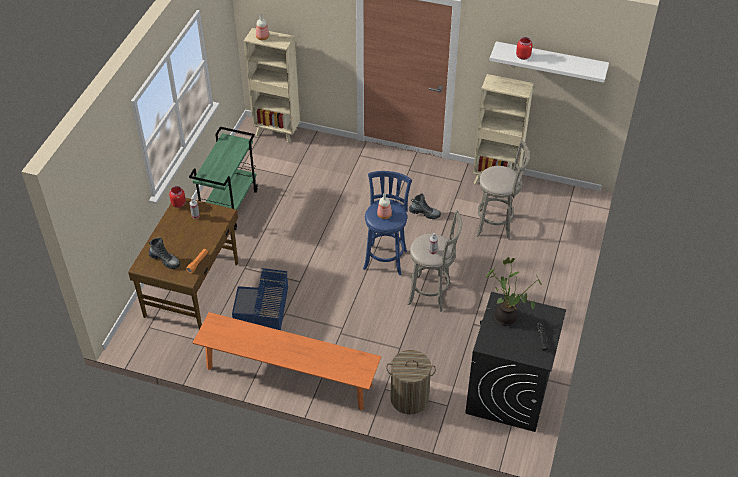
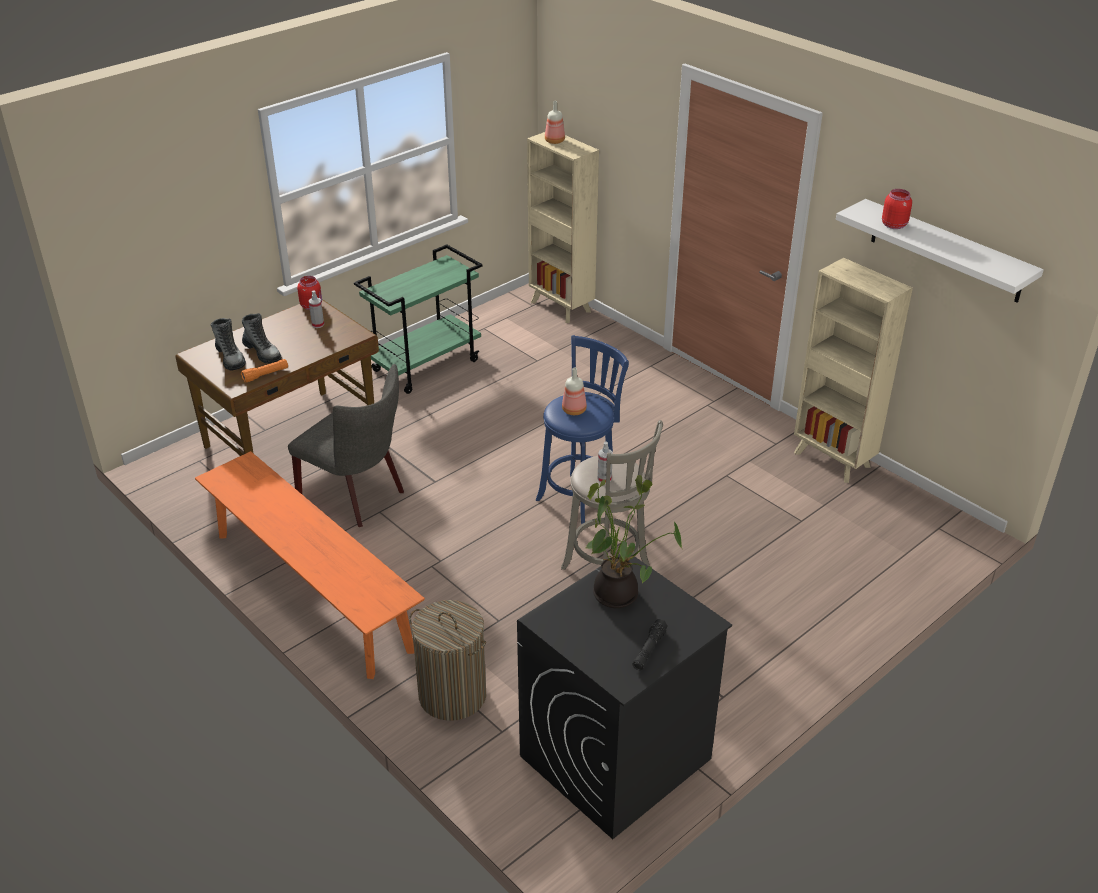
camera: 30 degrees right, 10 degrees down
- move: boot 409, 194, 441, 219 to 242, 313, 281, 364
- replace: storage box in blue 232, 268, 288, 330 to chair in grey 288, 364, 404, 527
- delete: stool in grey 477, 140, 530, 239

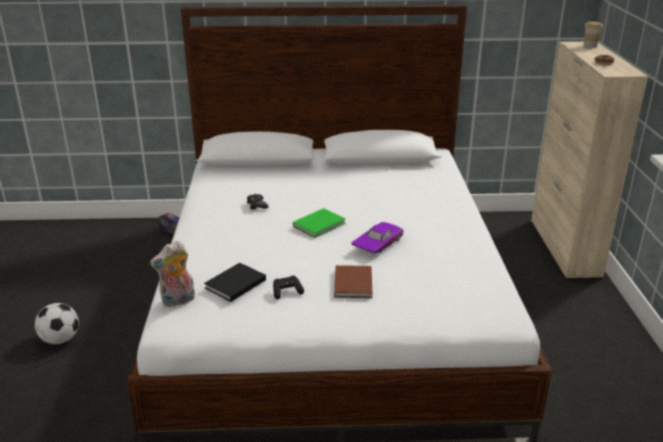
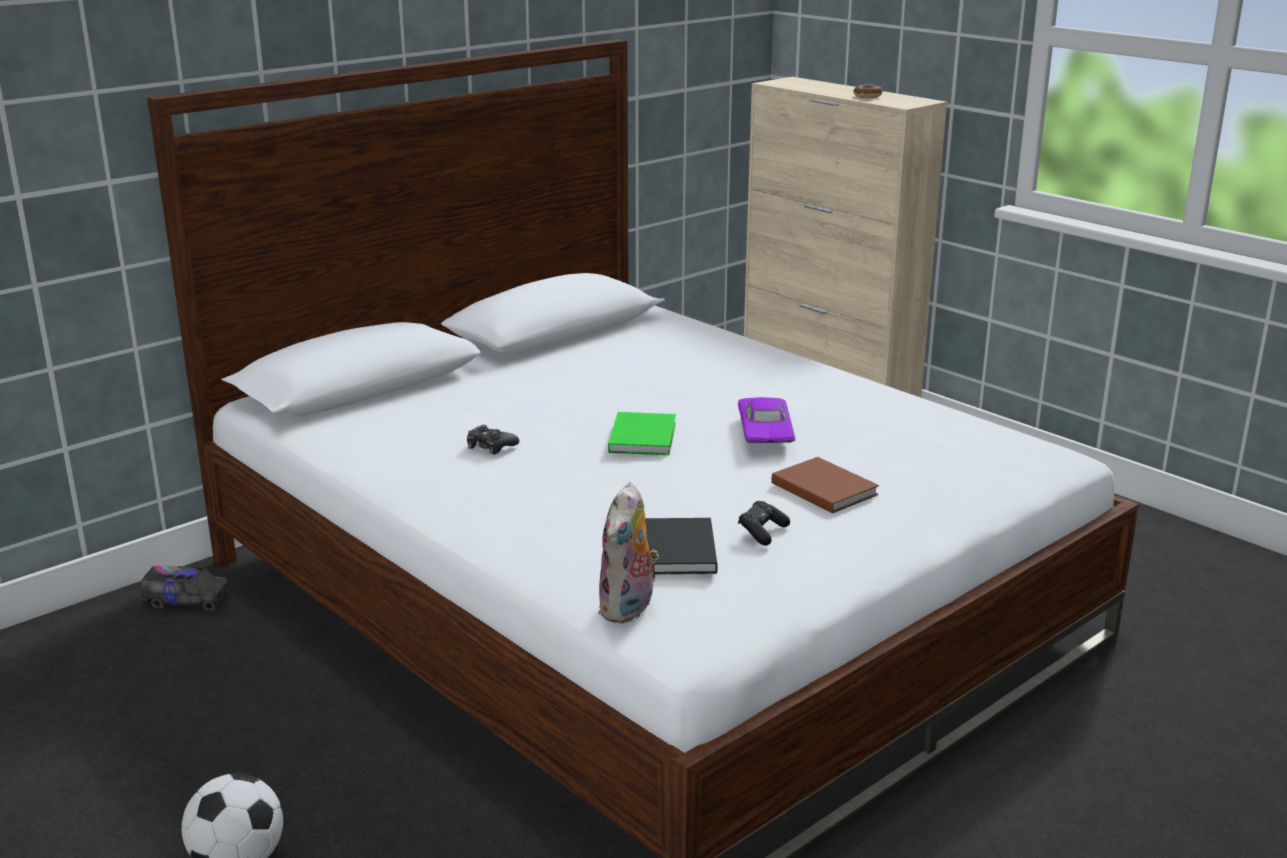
camera: 40 degrees left, 5 degrees down
- delete: cup 584, 21, 603, 48

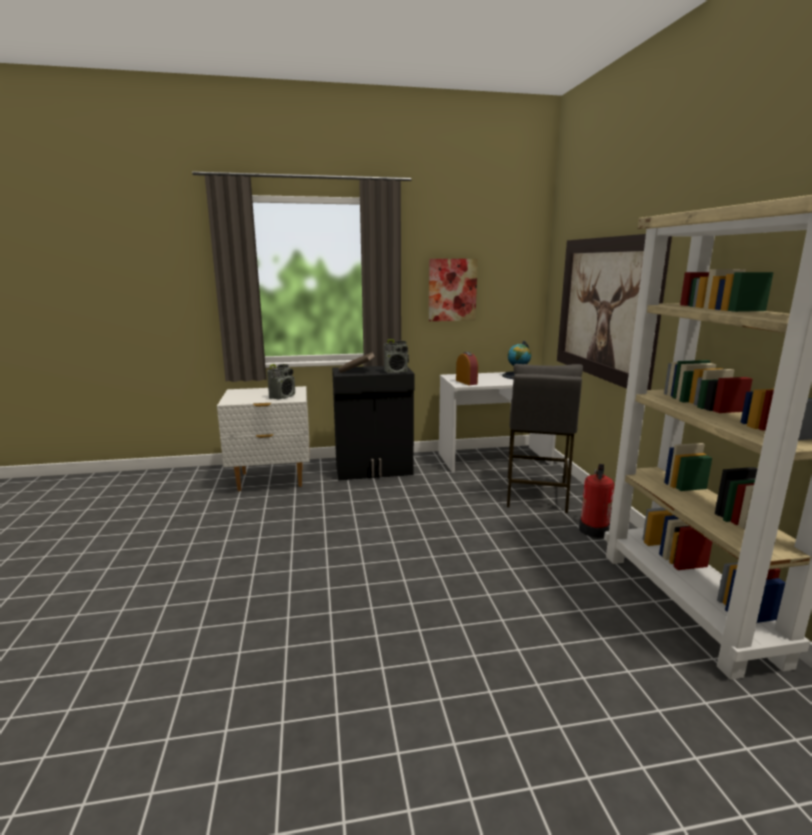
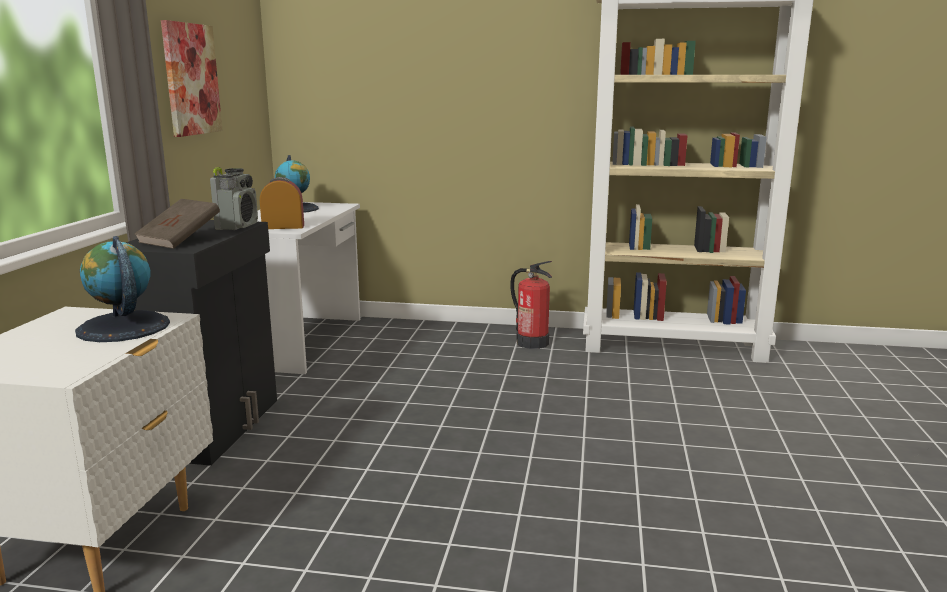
camera: 70 degrees left, 0 degrees up
- replace: radio 267, 364, 295, 400 to globe 75, 236, 170, 342
- delete: stool in grey 507, 364, 583, 513
- delete: picture 557, 234, 672, 390

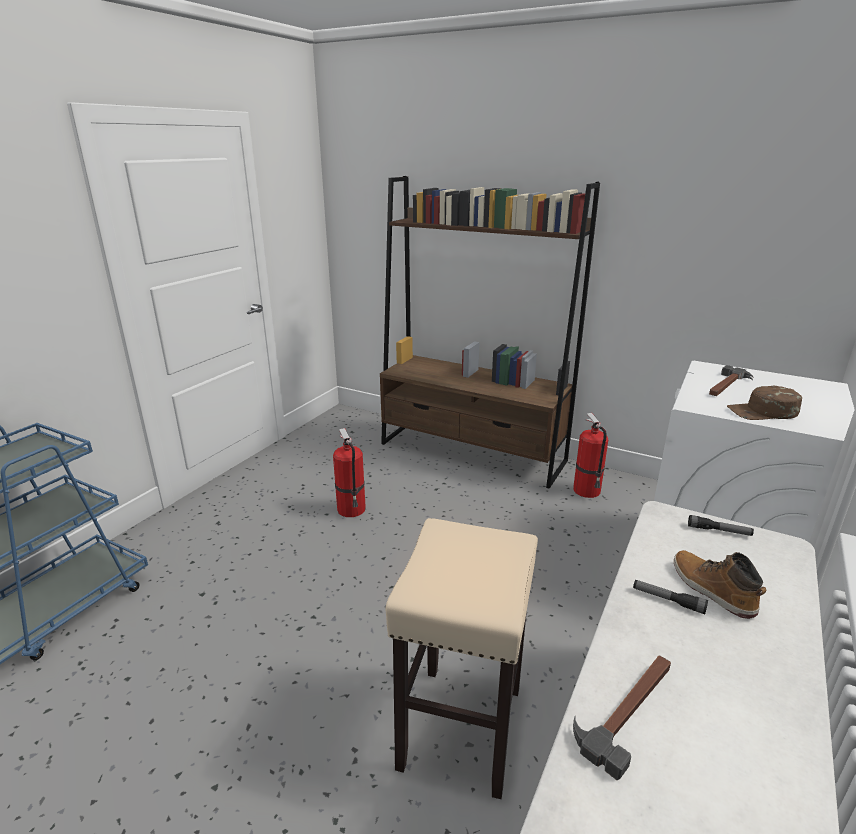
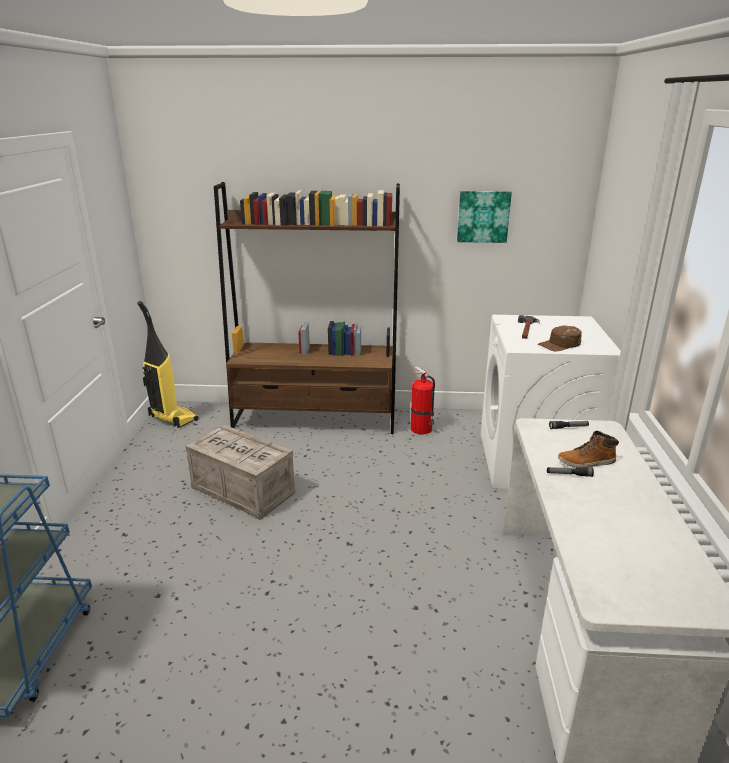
camera: 25 degrees left, 0 degrees up
- insert: vacuum cleaner 137, 301, 199, 428
- replace: fire extinguisher 333, 428, 366, 517 to crate 185, 425, 295, 520
- insert: picture 457, 191, 512, 243
- rotate: boot 674, 550, 767, 619 = 558, 431, 619, 468 45 degrees counterclockwise
- delete: stool in beige 386, 518, 538, 799
- delete: hammer 573, 655, 671, 780

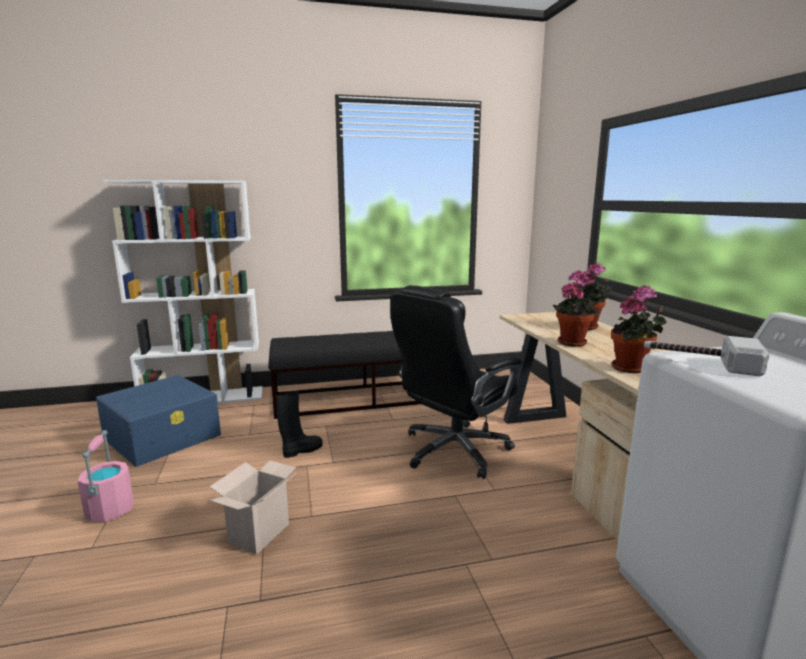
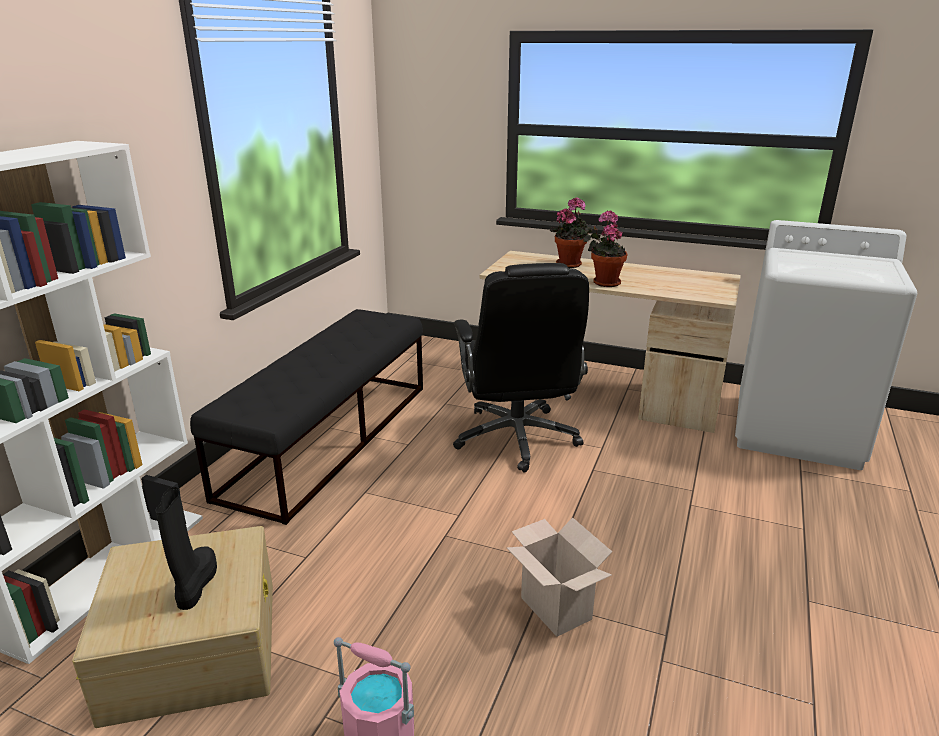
camera: 55 degrees left, 10 degrees up
- recolor: storage box in blue 96, 375, 221, 467 to storage box in beige 72, 526, 273, 728
- move: boot in black 277, 391, 323, 458 to 156, 487, 217, 610
- delete: potted plant 611, 285, 667, 373
- delete: hammer 644, 336, 769, 377

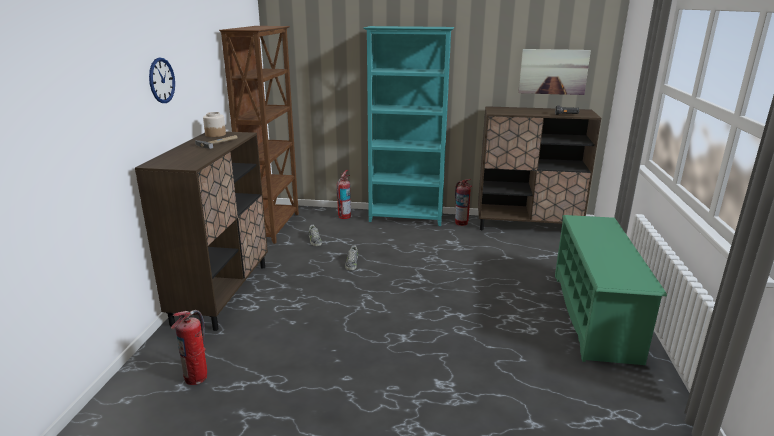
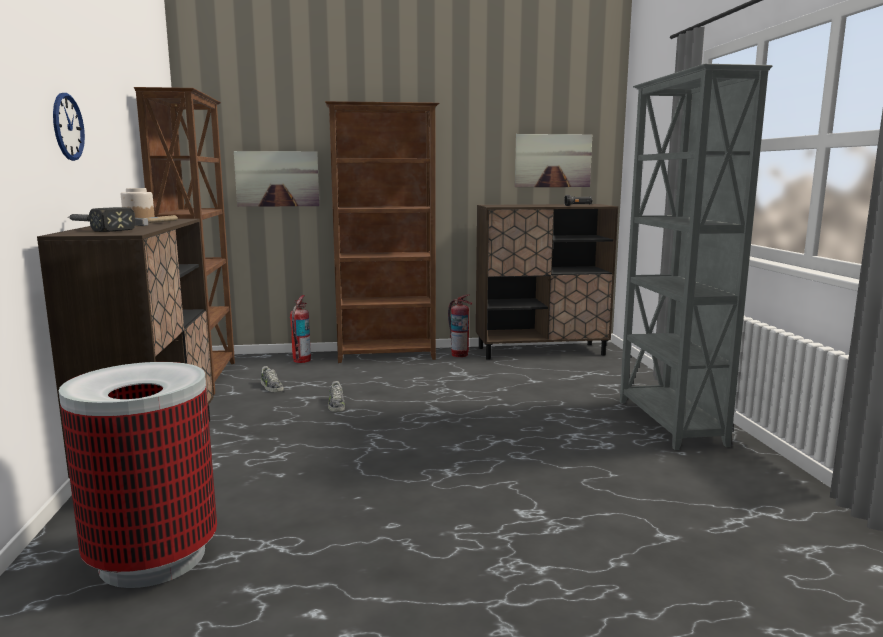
camera: 15 degrees left, 10 degrees down
- replace: fire extinguisher 171, 310, 207, 385 to trash can 59, 362, 217, 588
- insert: hammer 70, 207, 136, 232
- insert: picture 234, 151, 319, 207
- recolor: bookcase in turquoise 364, 26, 454, 226 to bookcase in brown 325, 101, 439, 363
- replace: shoe rack in green 555, 215, 667, 365 to bookcase in grey 620, 64, 773, 450

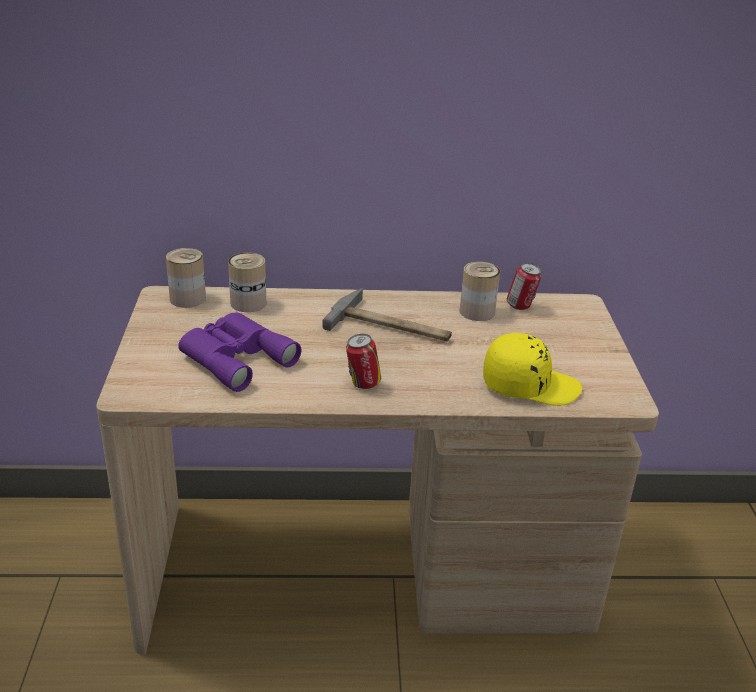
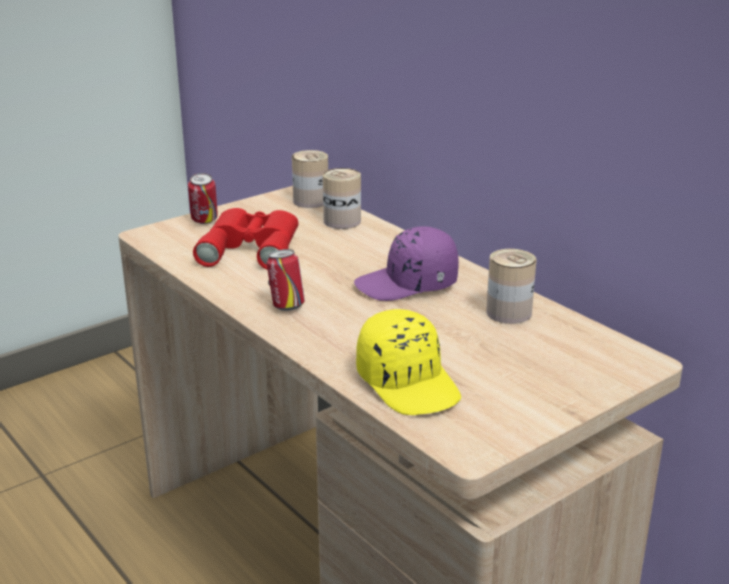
camera: 55 degrees right, 5 degrees down
- move: can 507, 263, 541, 310 to 188, 173, 218, 224
- recolor: binoculars in purple 178, 313, 302, 392 to binoculars in red 193, 208, 298, 270
- replace: hammer 322, 288, 452, 341 to cap in purple 354, 226, 459, 301

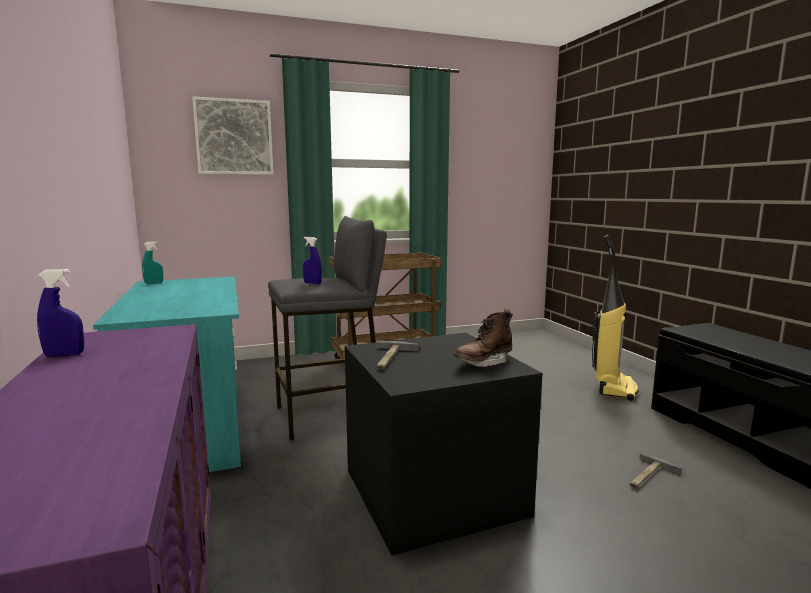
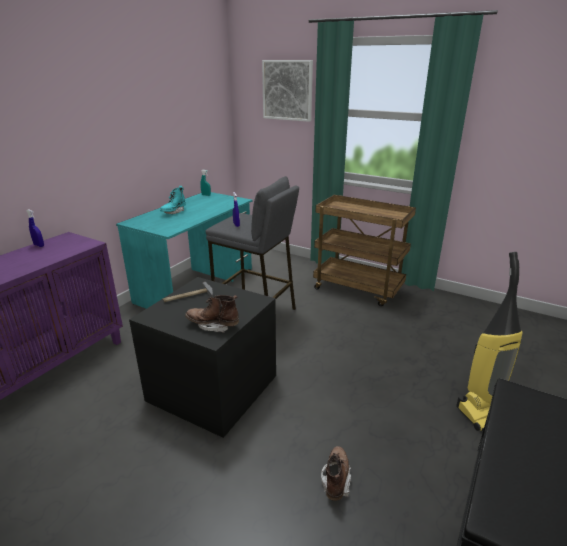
camera: 50 degrees right, 15 degrees up
- insert: boot in turquoise 160, 186, 186, 214
- replace: hammer 630, 452, 681, 488 to boot in brown 321, 446, 351, 501

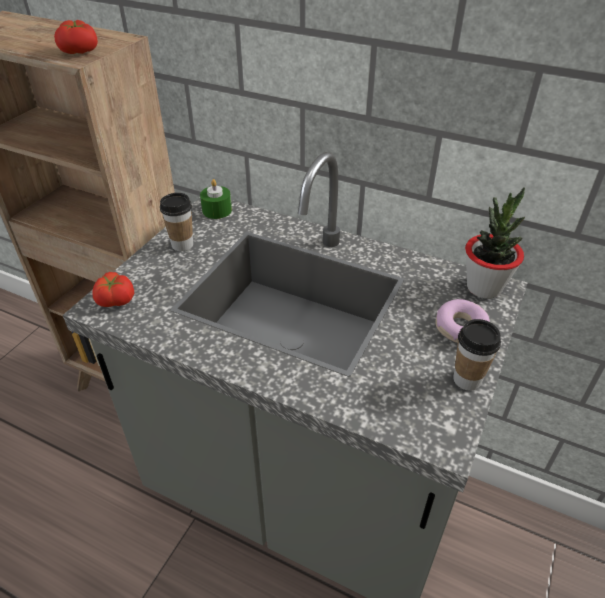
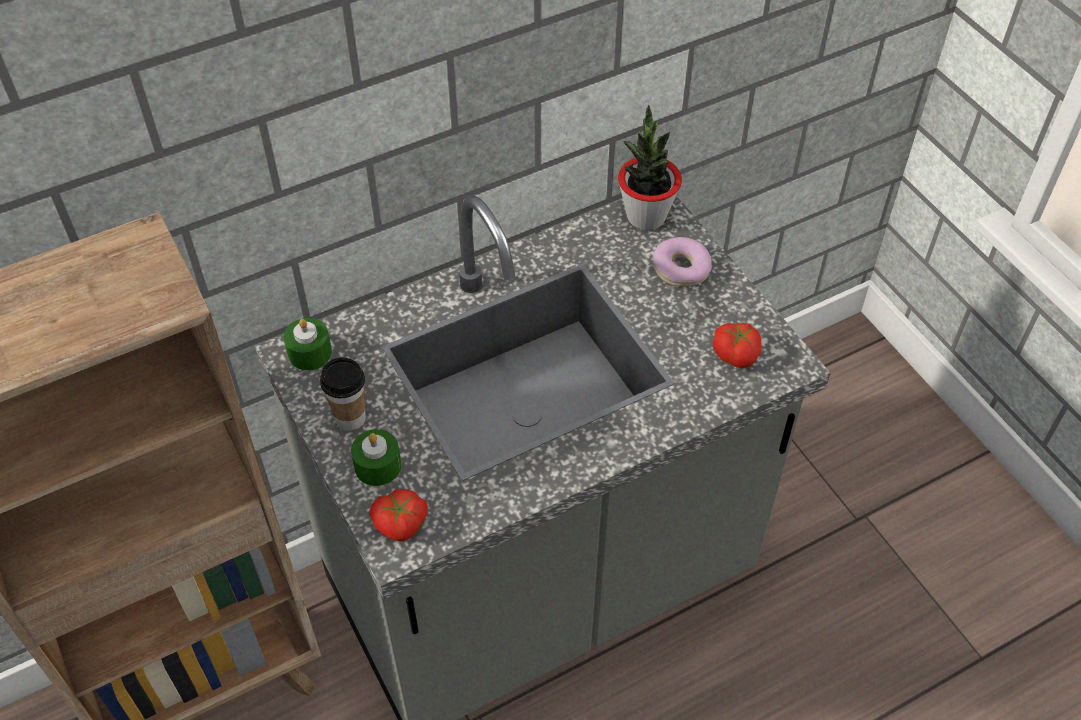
camera: 55 degrees left, 10 degrees up
- insert: candle in green 351, 429, 401, 486
- move: tomato 54, 20, 98, 54 to 713, 323, 762, 368
- delete: cup 453, 319, 501, 391

